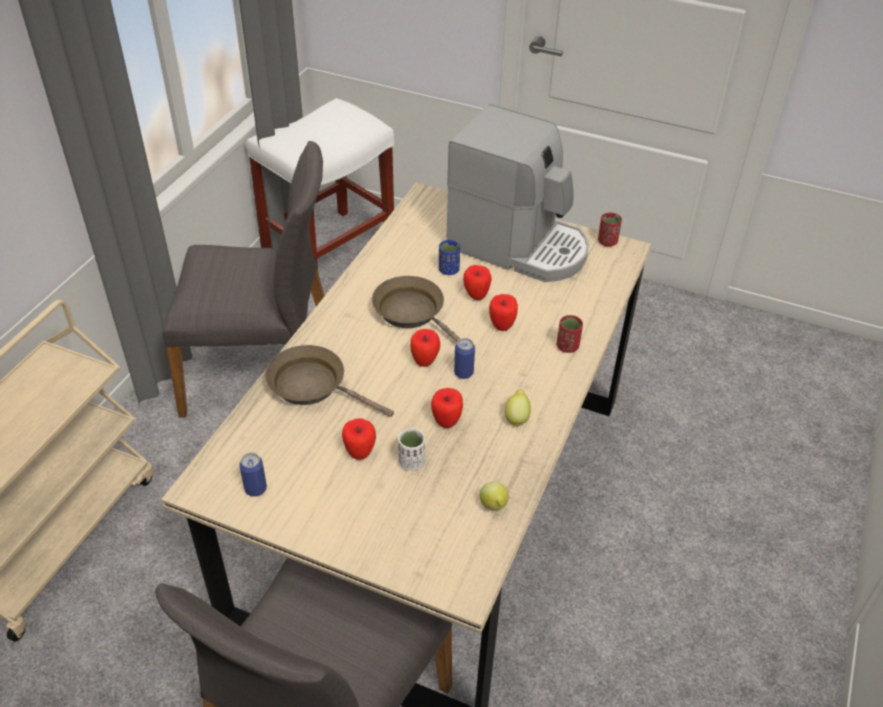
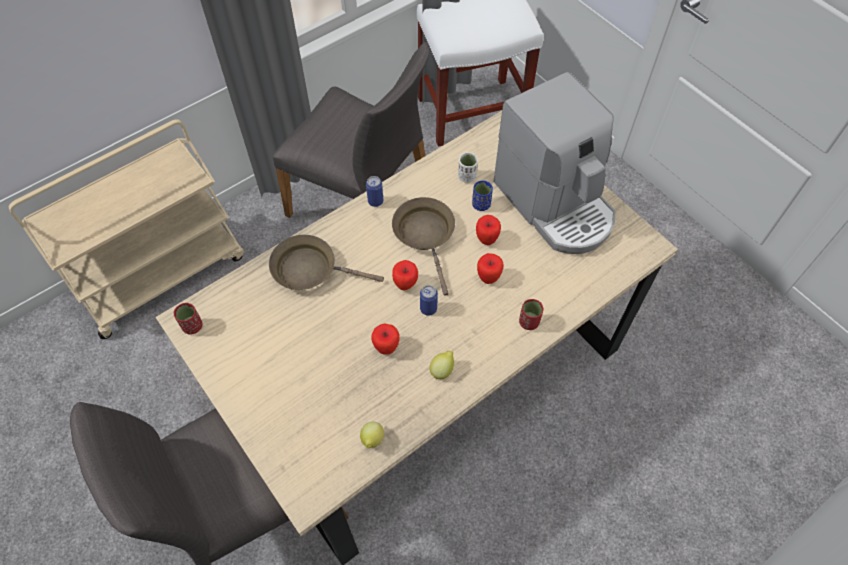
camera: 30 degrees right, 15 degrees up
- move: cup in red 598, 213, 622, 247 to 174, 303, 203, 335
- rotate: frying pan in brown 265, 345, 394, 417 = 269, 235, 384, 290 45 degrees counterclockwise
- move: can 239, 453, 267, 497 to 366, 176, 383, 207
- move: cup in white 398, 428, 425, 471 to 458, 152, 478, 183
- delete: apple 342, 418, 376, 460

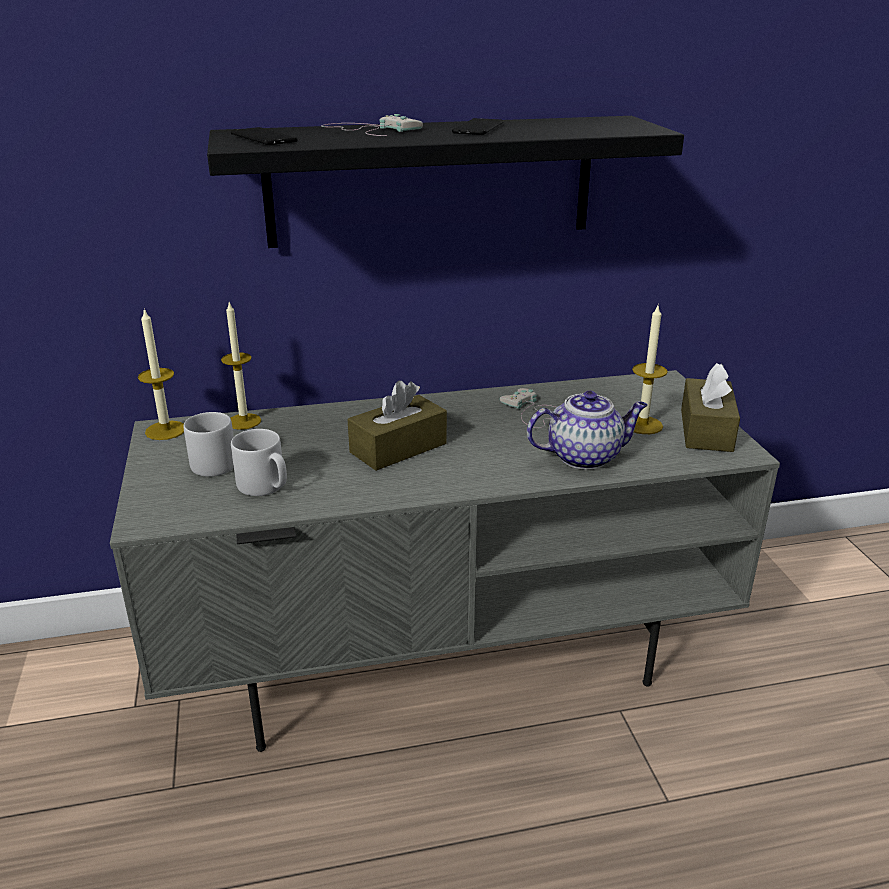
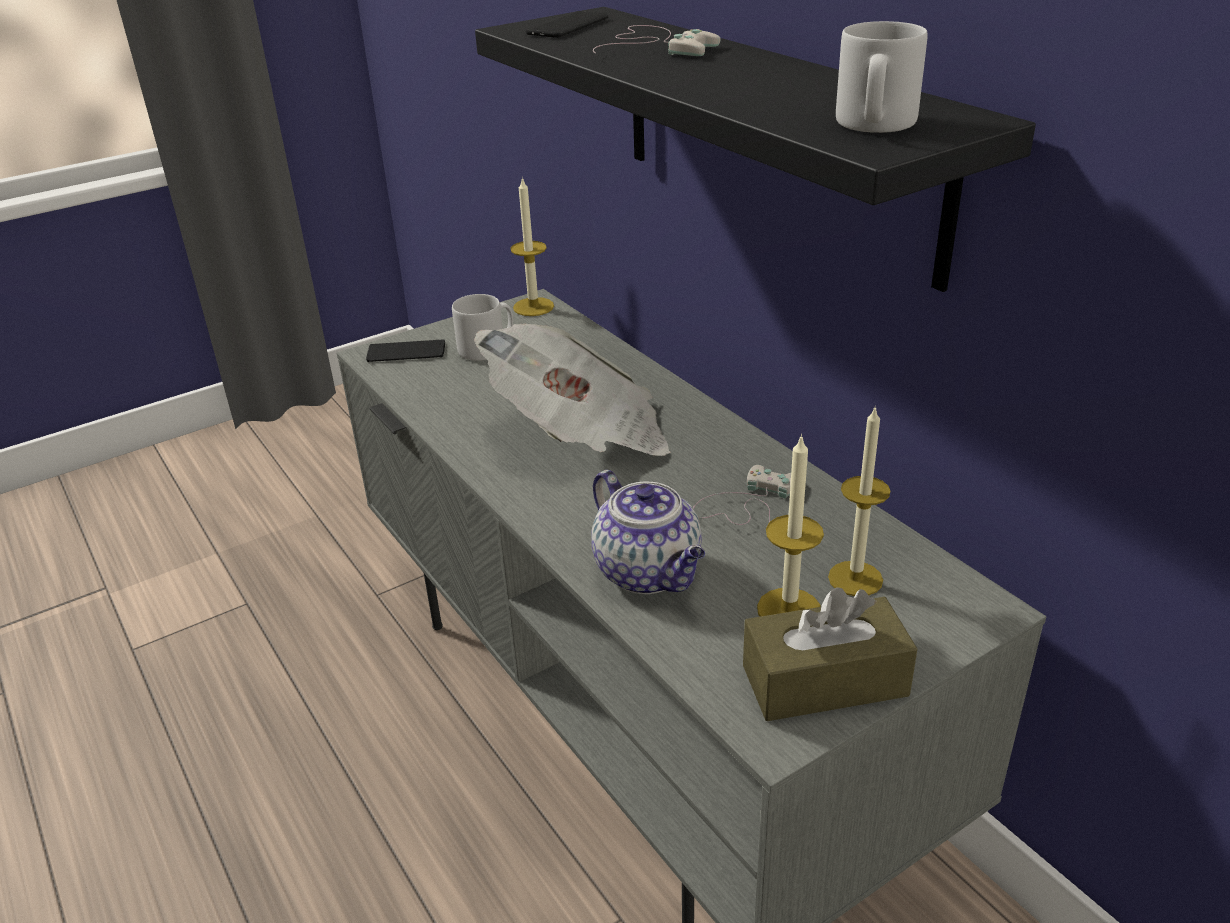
camera: 70 degrees right, 5 degrees up
- move: phone 452, 118, 503, 135 to 366, 339, 445, 362
- replace: tissue box in brown 348, 381, 447, 471 to newspaper 474, 324, 670, 456
- move: candle 221, 303, 261, 430 to 828, 406, 890, 596
- move: mug in grey 231, 429, 287, 496 to 836, 21, 928, 133

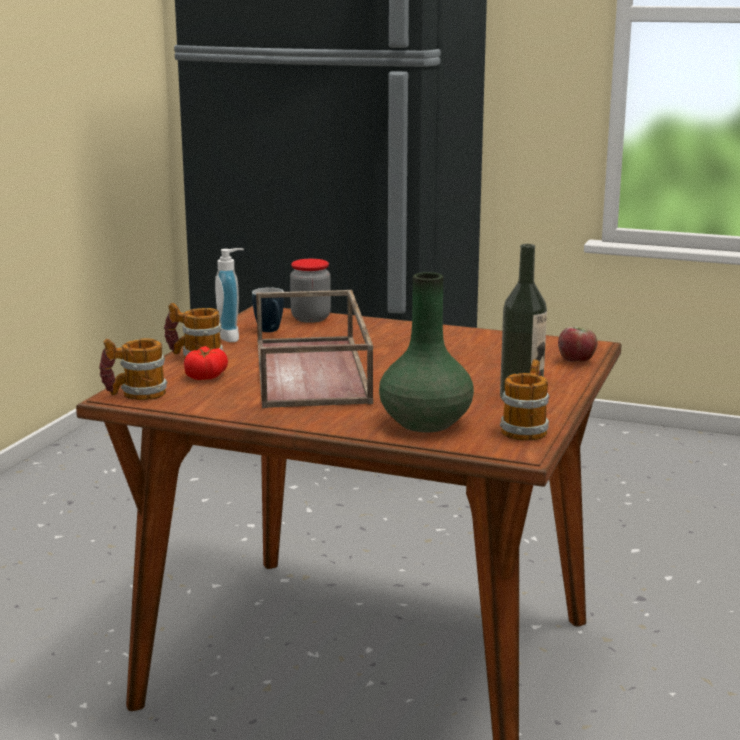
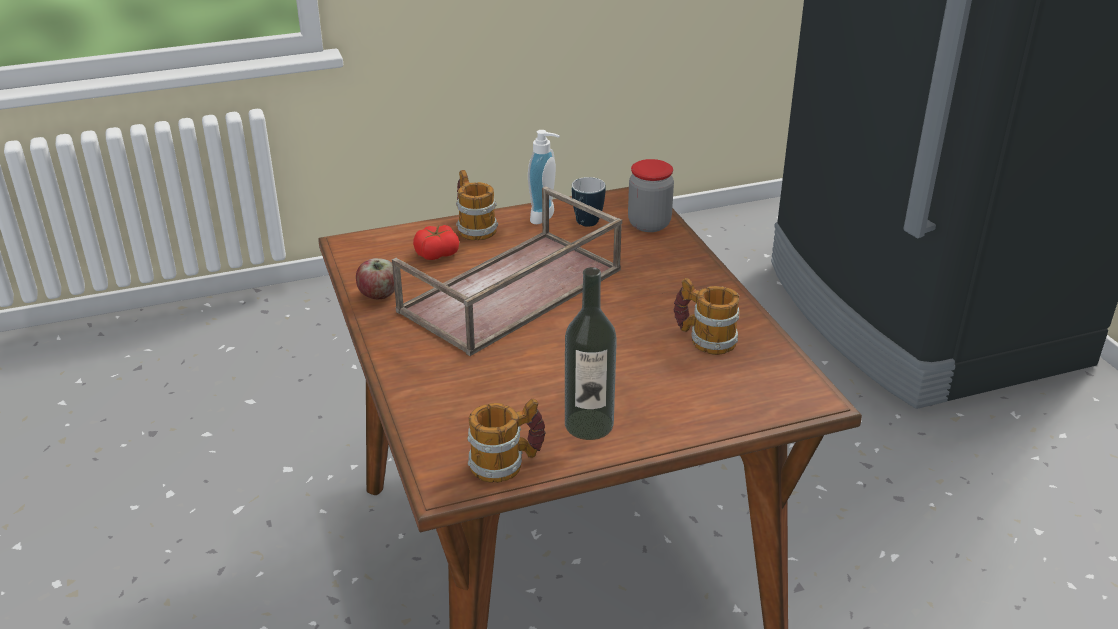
camera: 50 degrees right, 15 degrees up
- move: apple 558, 326, 597, 362 to 356, 258, 395, 299
- move: mug 99, 339, 167, 400 to 674, 278, 739, 355
- delete: vase in green 379, 272, 474, 433

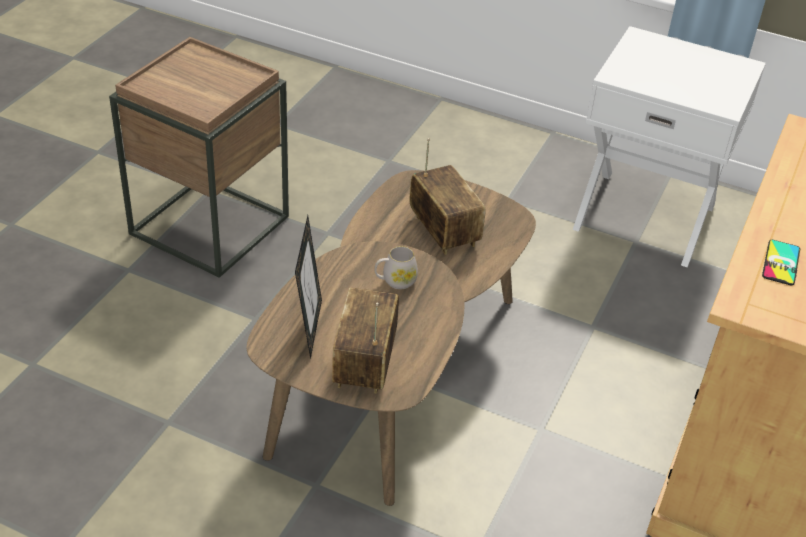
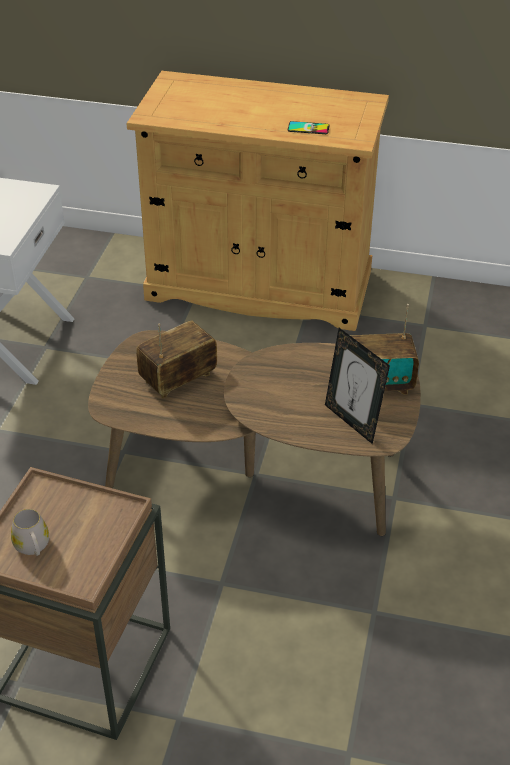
camera: 100 degrees left, 0 degrees up
- move: mug in white 374, 246, 418, 289 to 11, 509, 49, 556
- rotate: picture frame 295, 215, 322, 359 = 325, 328, 390, 444 120 degrees counterclockwise

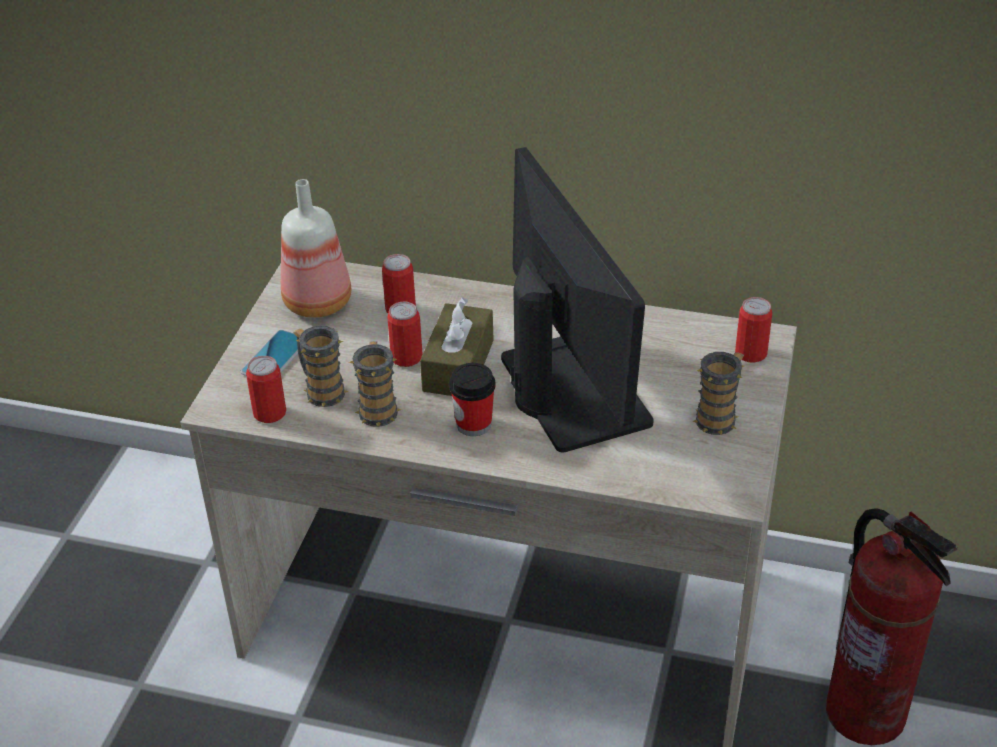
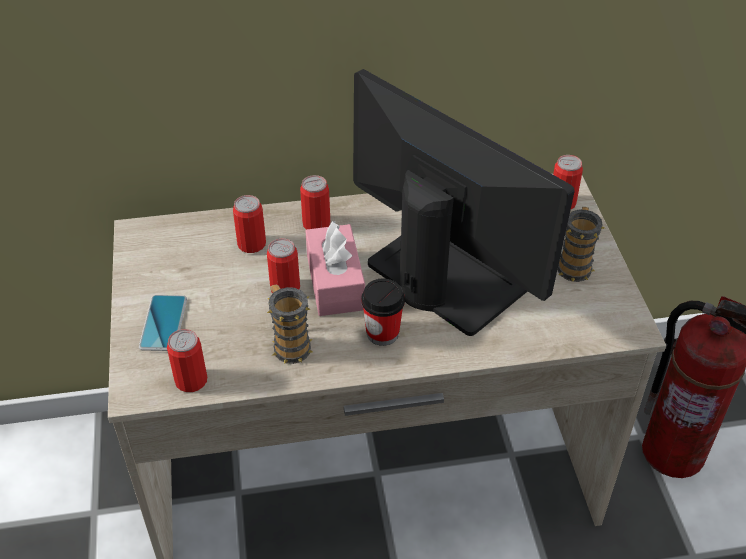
camera: 25 degrees left, 5 degrees up
- insert: can 300, 175, 331, 230
- recolor: tissue box in brown 420, 297, 494, 396 to tissue box in pink 305, 221, 365, 316
- delete: bottle 281, 179, 351, 318
- delete: mug 293, 326, 349, 407

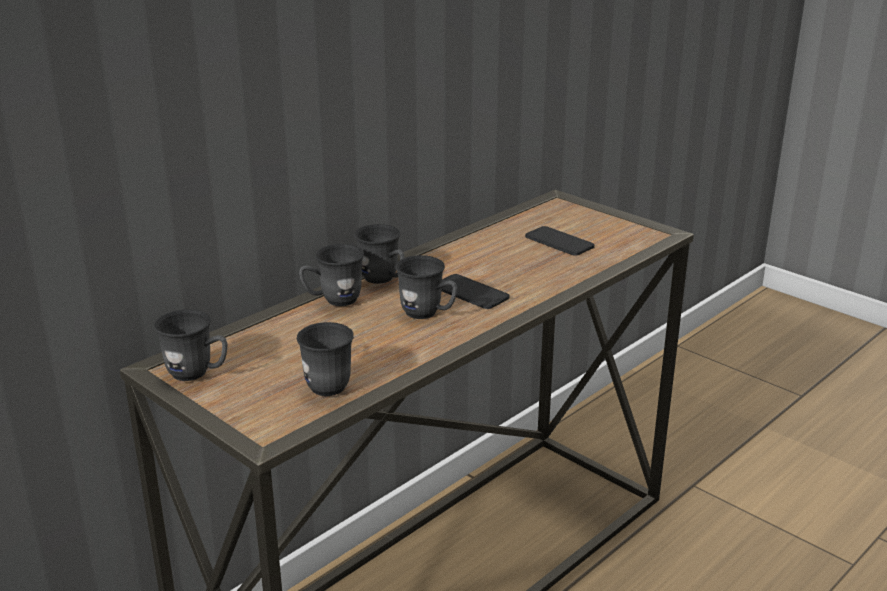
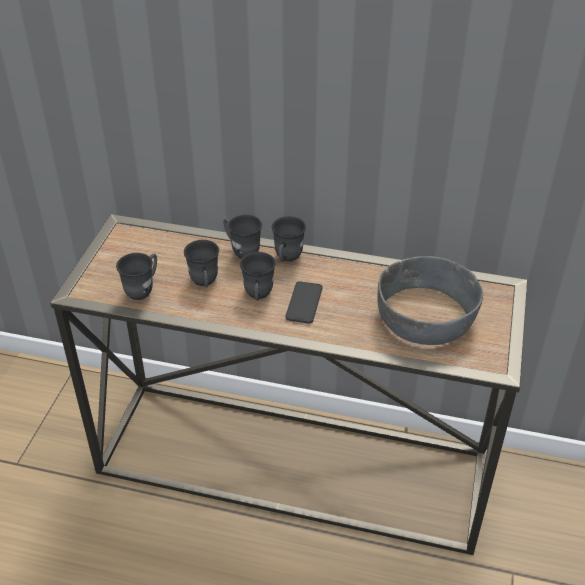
camera: 60 degrees right, 15 degrees up
- move: mug in grey 154, 309, 227, 381 to 184, 240, 219, 287
- replace: phone 525, 226, 595, 256 to bowl in grey 377, 256, 483, 345

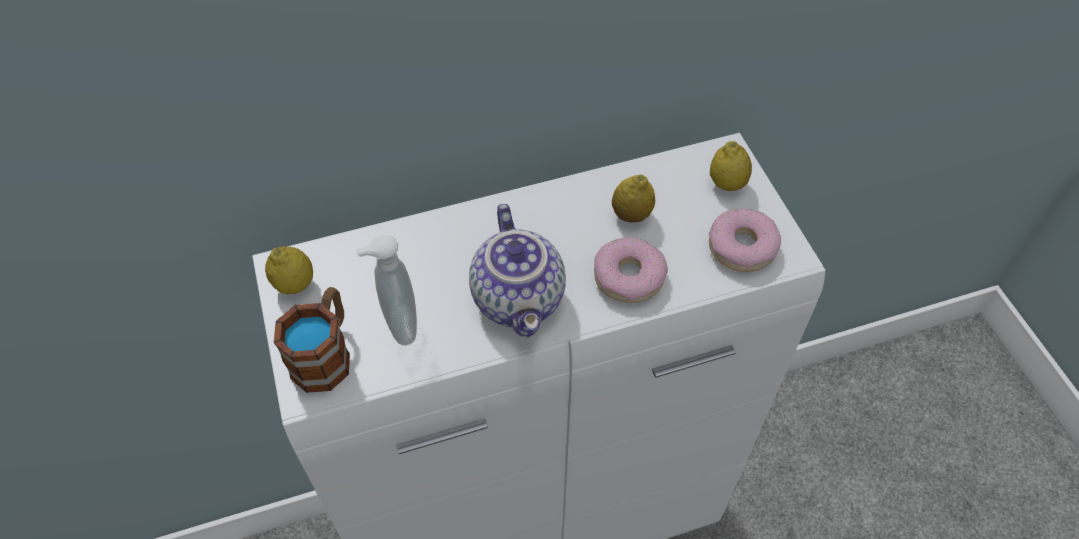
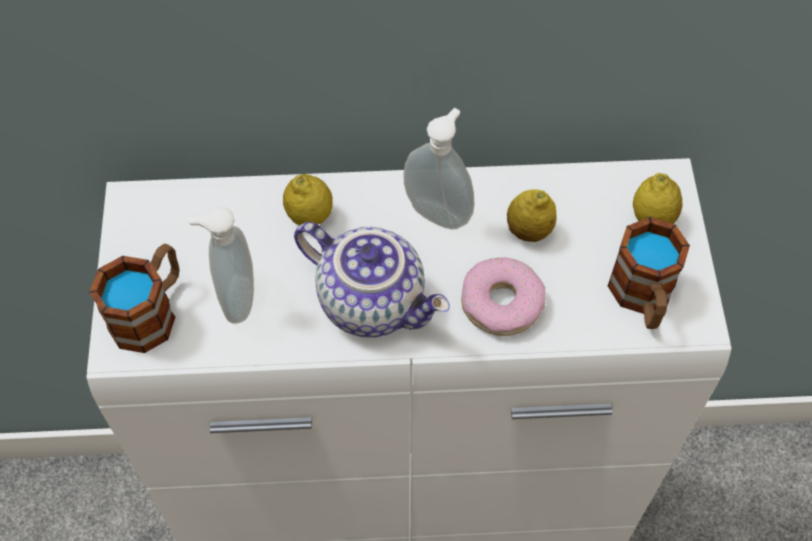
camera: 15 degrees right, 5 degrees up
- move: lemon 265, 246, 313, 294 to 283, 174, 333, 225
- rotate: teapot 469, 204, 566, 337 = 294, 222, 450, 338 60 degrees counterclockwise
- insert: soap dispenser 404, 108, 474, 229
- replace: donut 709, 209, 781, 272 to mug 608, 217, 690, 329

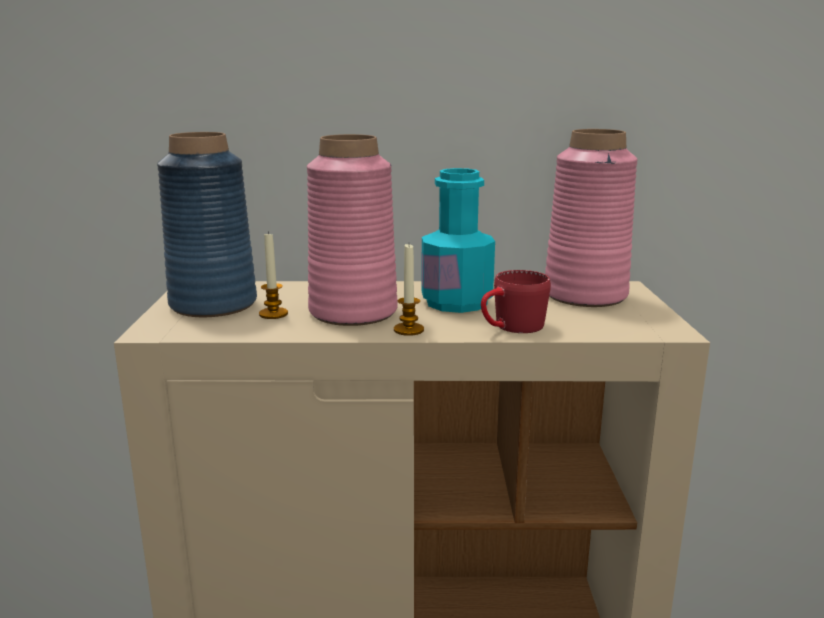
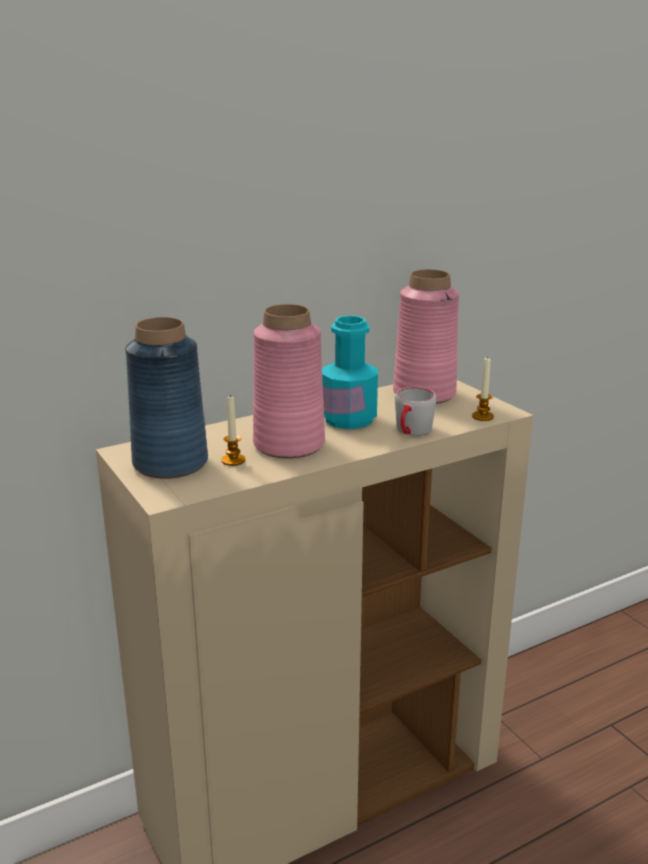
camera: 30 degrees left, 5 degrees up
- recolor: mug in red 481, 270, 551, 333 to mug in grey 395, 387, 436, 436
- move: candle 394, 244, 424, 336 to 472, 357, 494, 421

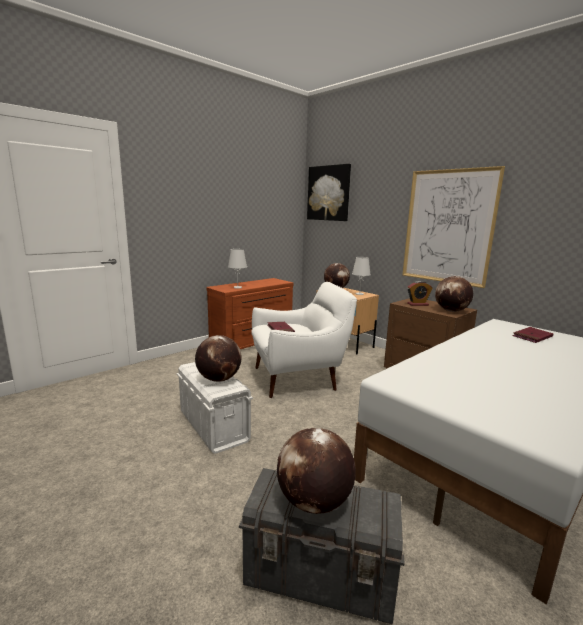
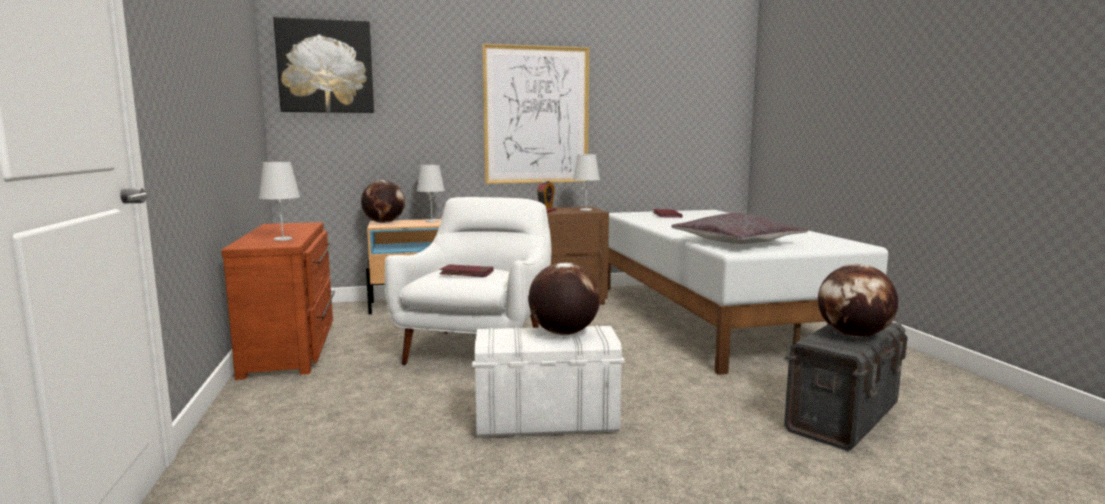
camera: 60 degrees left, 5 degrees down
- replace: globe 435, 276, 473, 312 to table lamp in white 573, 154, 600, 211
- insert: pillow in grey 671, 213, 808, 244

